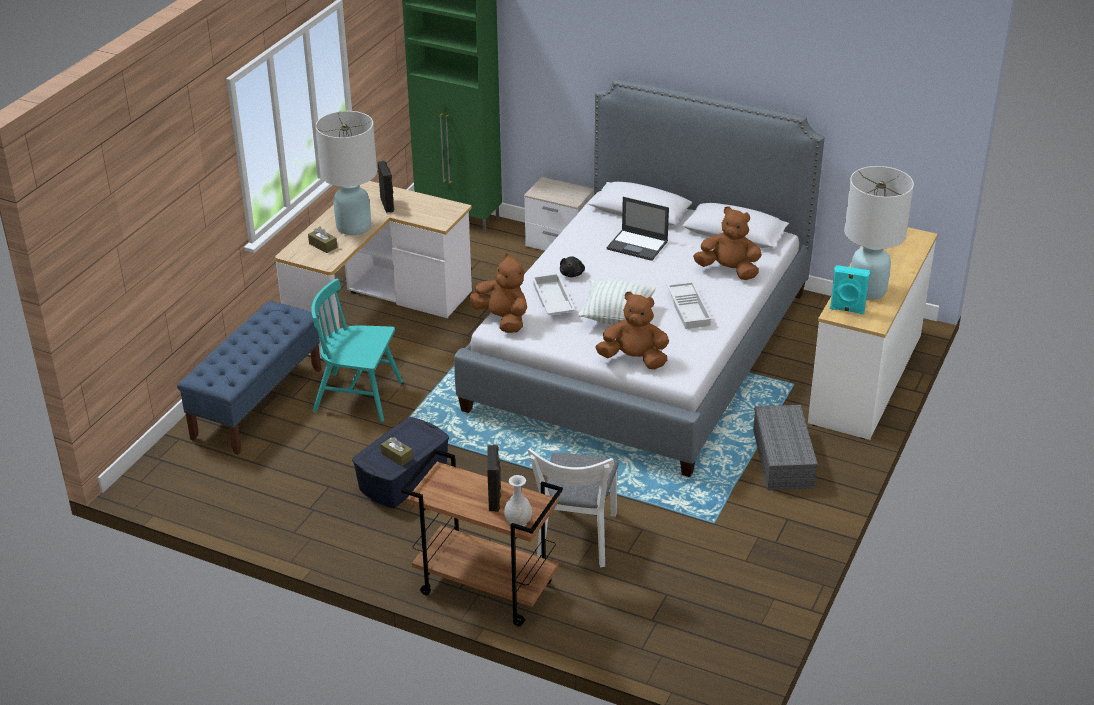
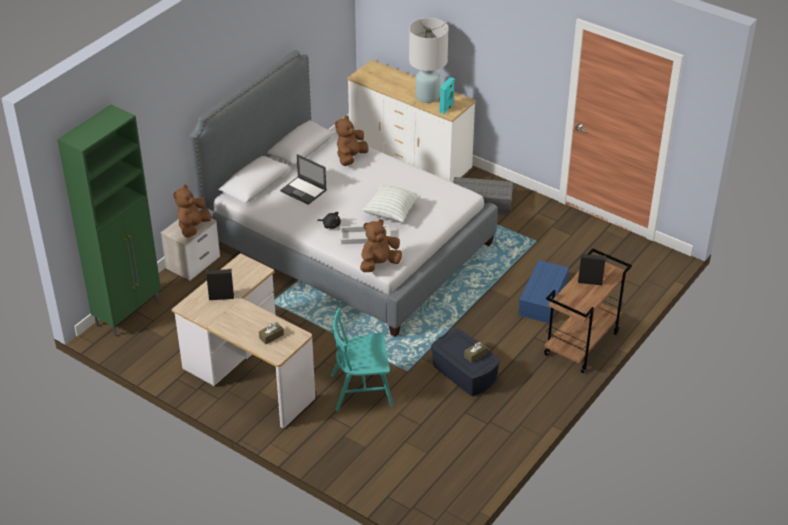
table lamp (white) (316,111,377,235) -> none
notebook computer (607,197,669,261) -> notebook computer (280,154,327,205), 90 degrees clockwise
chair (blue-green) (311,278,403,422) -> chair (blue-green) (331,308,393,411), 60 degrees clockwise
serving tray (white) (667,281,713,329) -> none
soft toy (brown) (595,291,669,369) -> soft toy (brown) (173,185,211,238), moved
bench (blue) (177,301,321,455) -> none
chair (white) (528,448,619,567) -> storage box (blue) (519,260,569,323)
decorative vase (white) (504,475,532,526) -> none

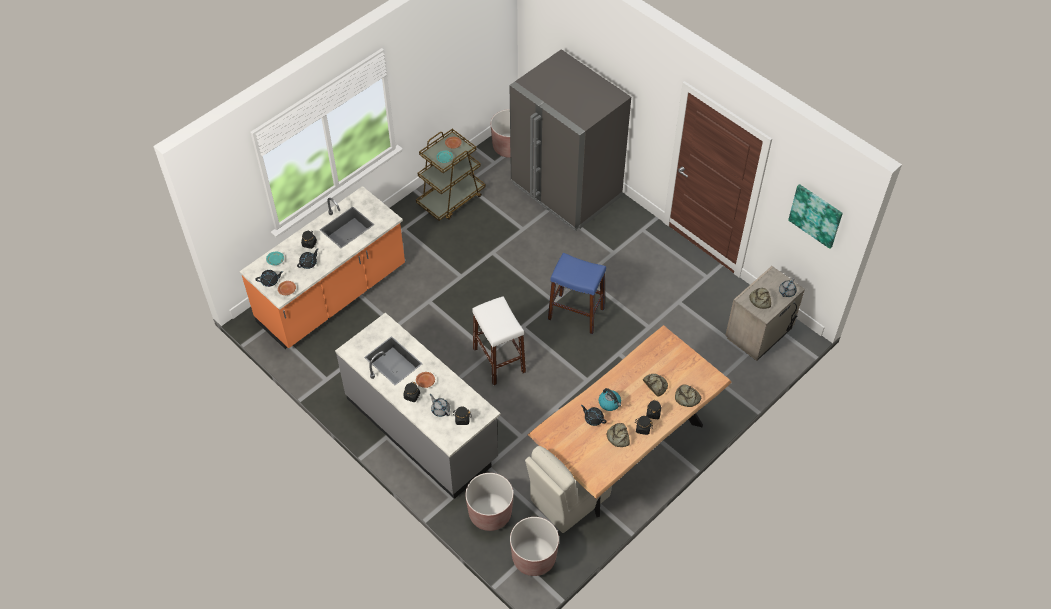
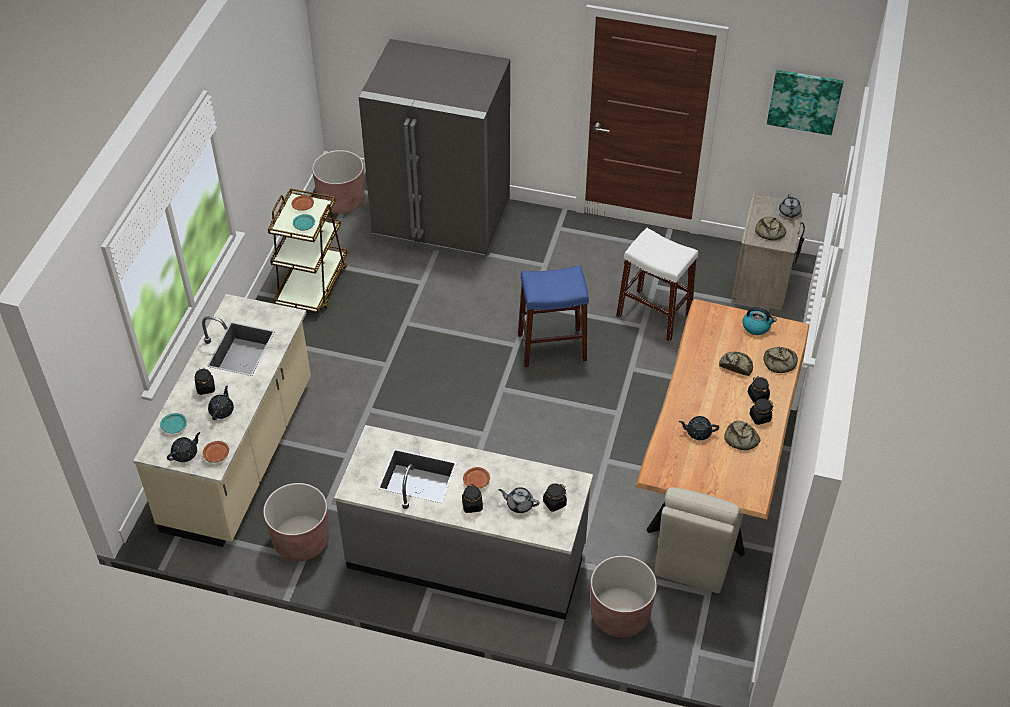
kitchen counter (orange) (239,186,405,349) -> kitchen counter (sand-coloured) (133,294,311,547)
stool seat (white) (472,296,526,386) -> stool seat (white) (616,228,698,342), moved
tea kettle (599,388,621,411) -> tea kettle (742,307,777,335), moved
planter (brown) (510,517,559,576) -> planter (brown) (263,483,329,561), moved

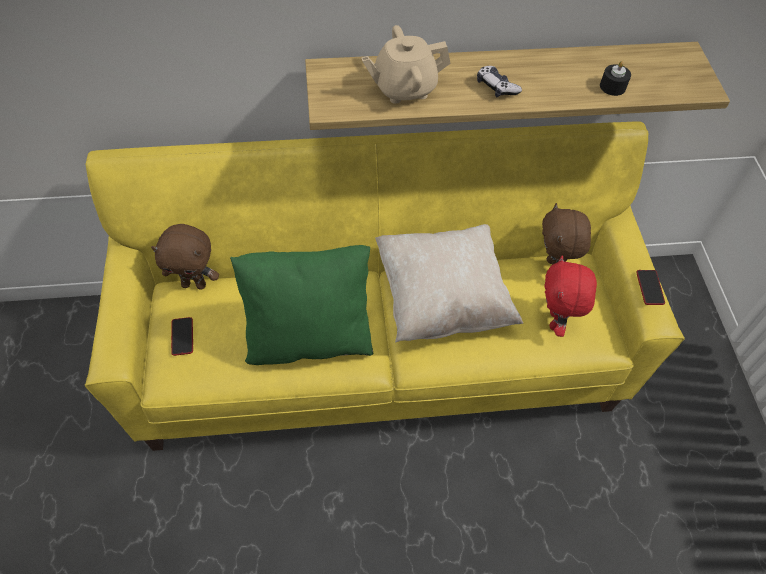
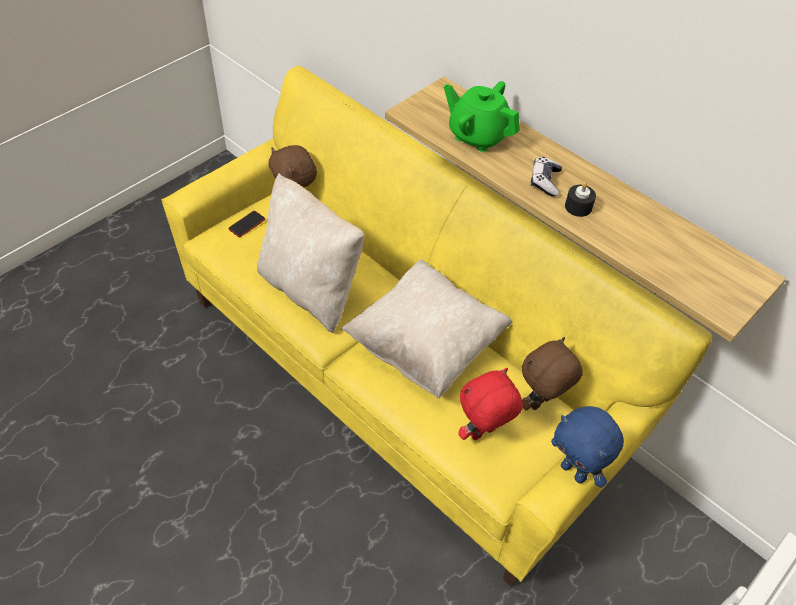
tea pot (sand-coloured) (361,25,451,104) -> tea pot (greenish) (444,81,520,152)
wax candle (black-coloured) (600,61,631,96) -> wax candle (black-coloured) (565,182,596,217), moved
throw pillow (greenish) (230,245,374,365) -> throw pillow (sand-coloured) (257,173,364,333)
handset (636,270,665,305) -> soft toy (blue) (551,406,624,487)

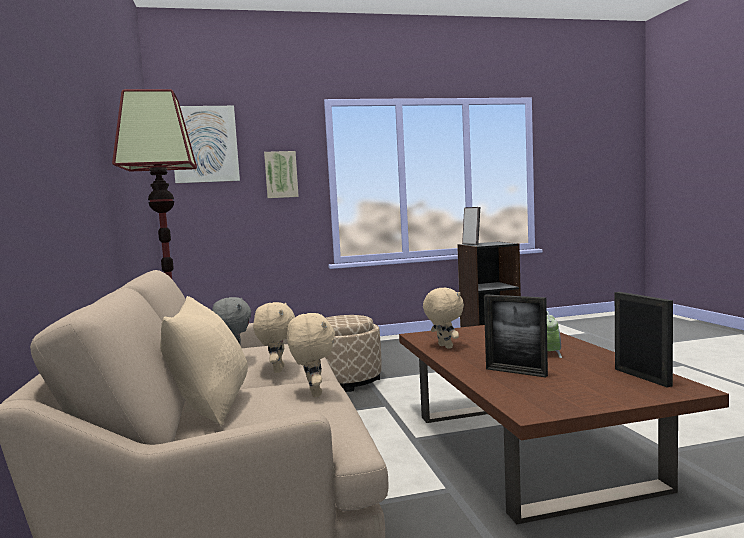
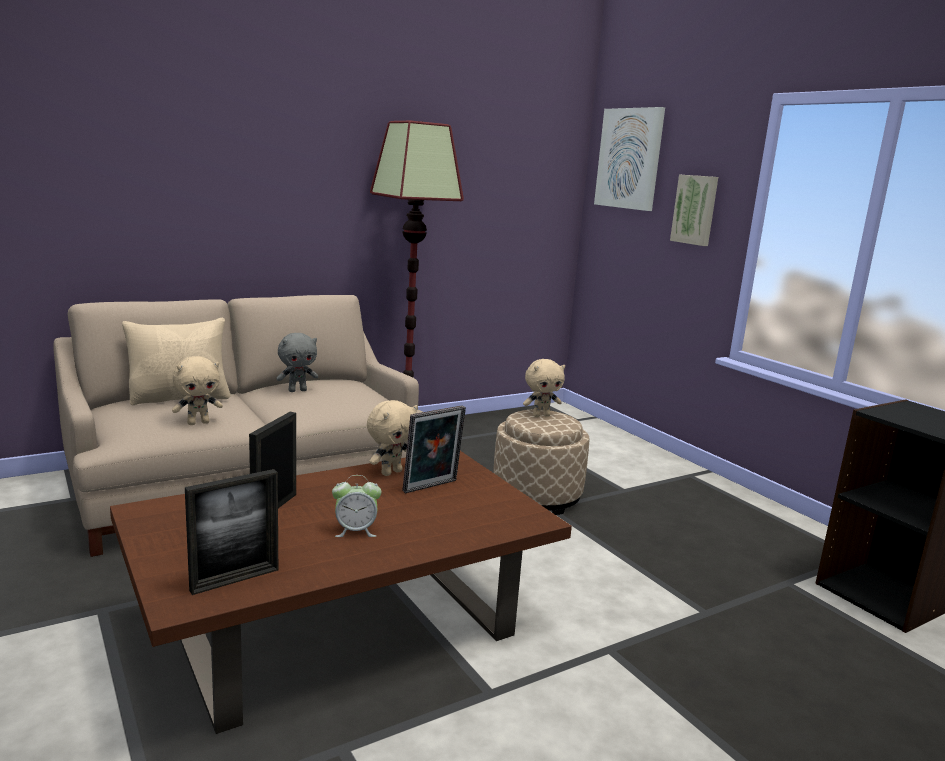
picture frame (462,207,480,245) -> picture frame (402,405,466,493), moved
soft toy (sand-coloured) (253,302,295,373) -> soft toy (sand-coloured) (523,359,565,417), moved

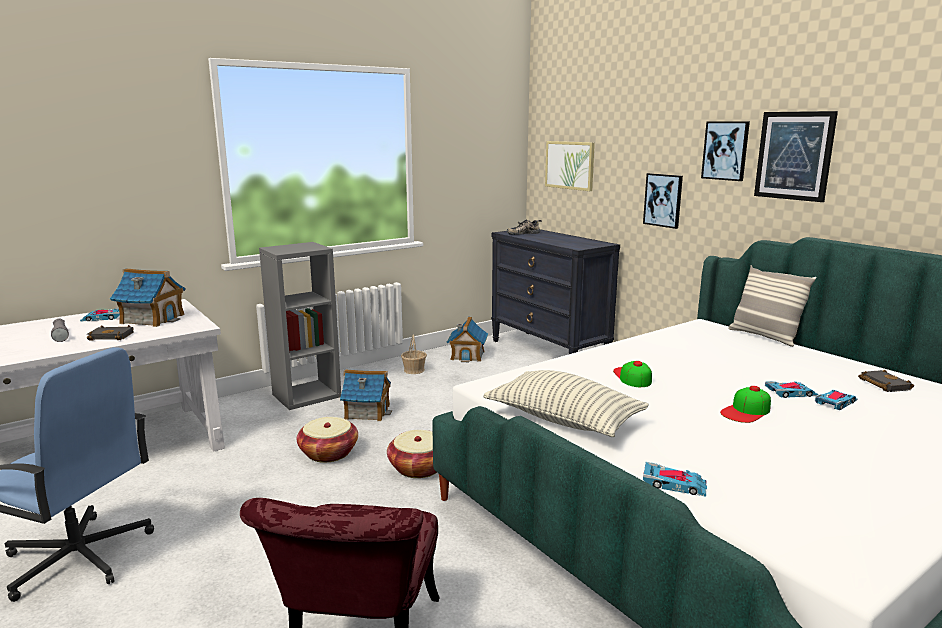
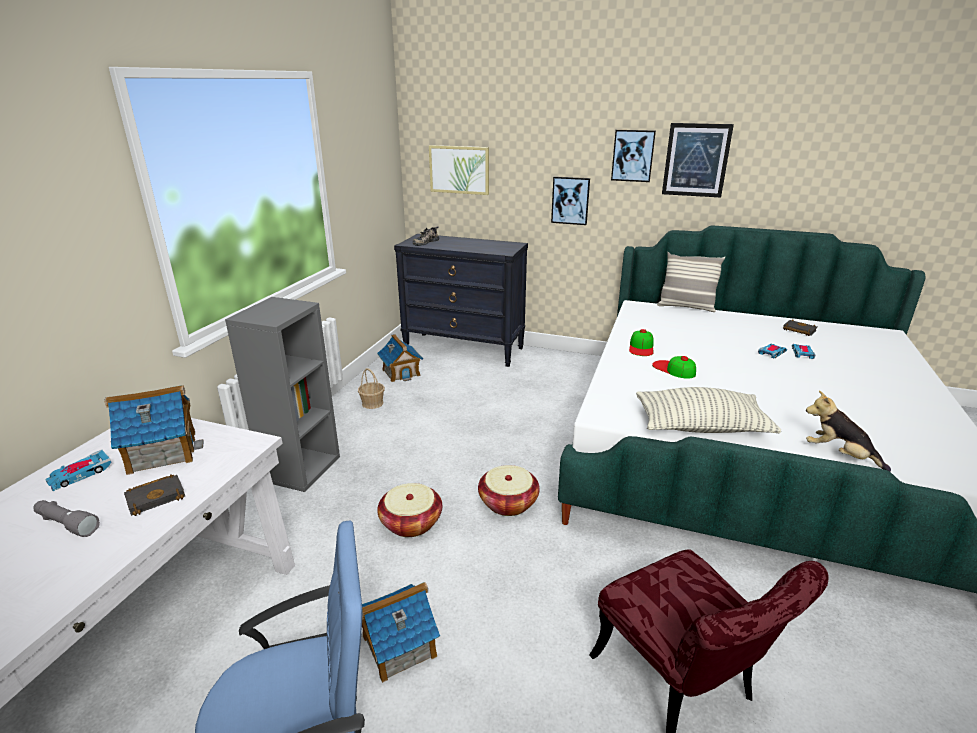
model house (340,369,392,421) -> model house (362,582,440,683), moved
baseball cap (720,386,771,423) -> baseball cap (629,329,654,356), moved
model car (643,462,707,496) -> soft toy (806,391,891,472)

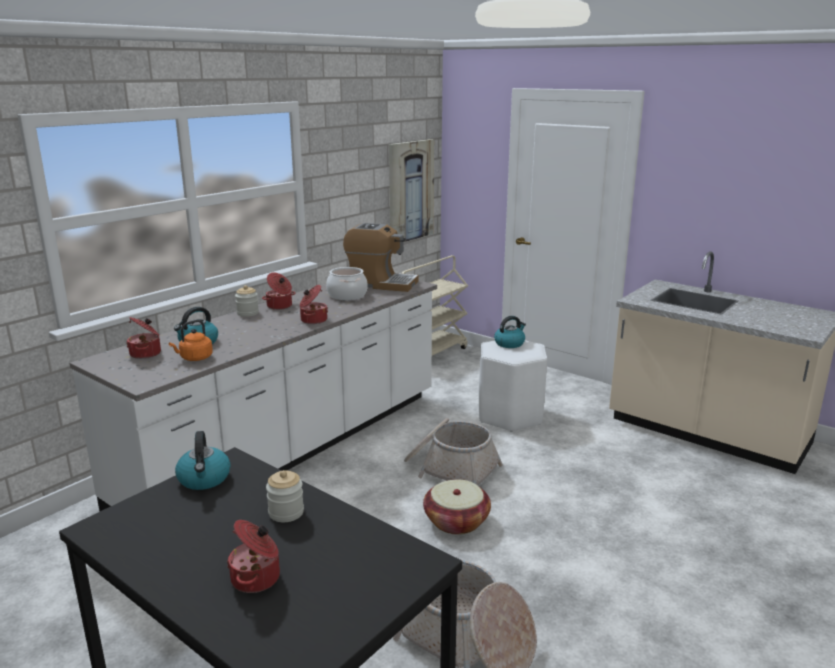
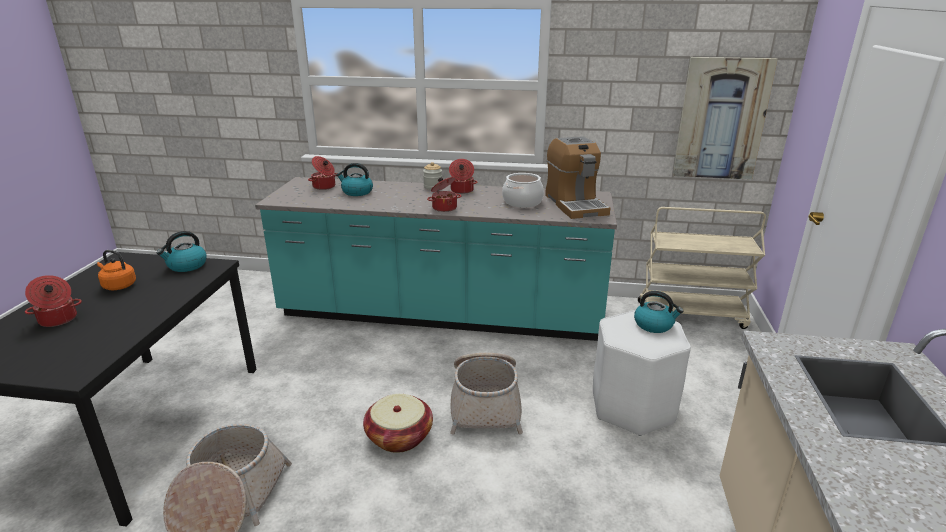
kitchen counter (white) (70,280,437,511) -> kitchen counter (blue-green) (255,177,617,341)
tea kettle (orange) (169,320,213,361) -> tea kettle (orange) (97,250,136,290), moved
jar (266,470,304,522) -> none

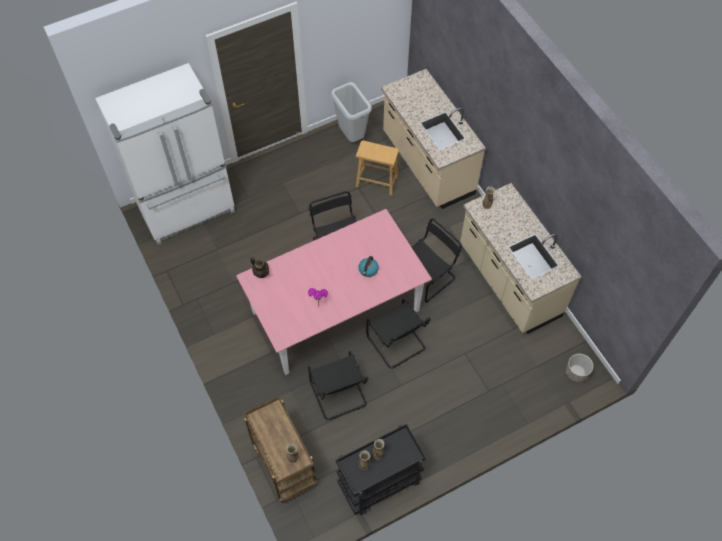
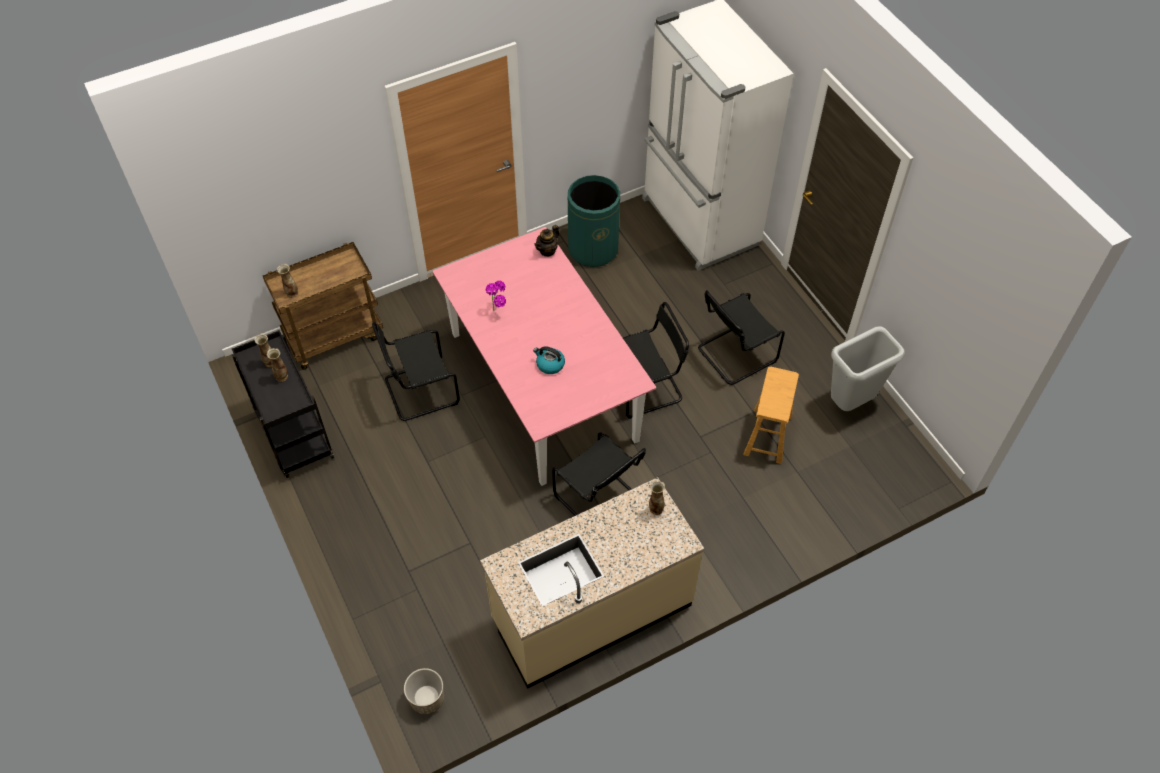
kitchen counter (sand-coloured) (381,69,486,209) -> none
chair (black-coloured) (366,299,431,369) -> chair (black-coloured) (698,290,785,385), moved
none -> waste bin (greenish) (568,175,620,267)

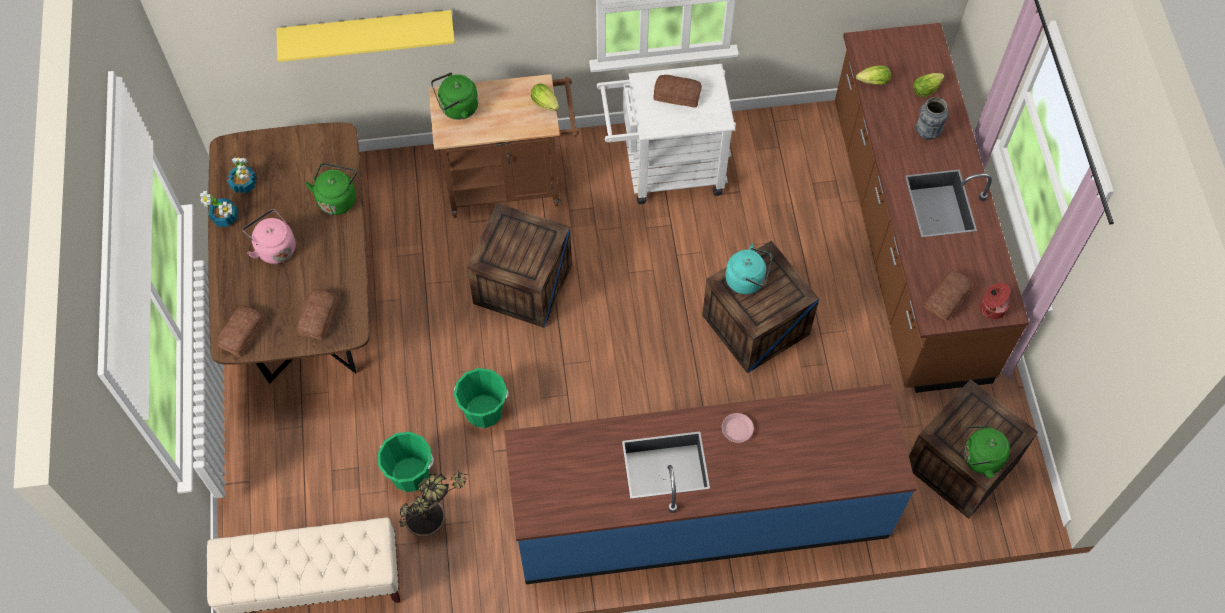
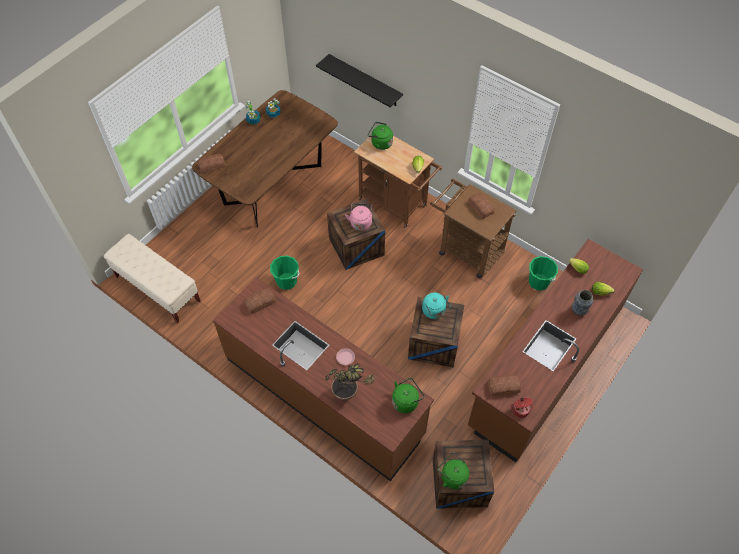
bracket shelf (yellow-coloured) (276,10,455,62) -> bracket shelf (black-coloured) (316,54,403,107)
trolley (white) (597,64,736,204) -> trolley (brown) (430,179,517,278)
tea kettle (greenish) (305,163,357,215) -> tea kettle (greenish) (392,378,425,413), moved
tea kettle (pink) (243,209,296,264) -> tea kettle (pink) (345,203,372,231), moved
bread (297,289,338,340) -> bread (244,288,276,314), moved
kitchen counter (blue) (504,384,917,584) -> kitchen counter (brown) (213,277,434,482)
bucket (greenish) (378,432,434,492) -> bucket (greenish) (529,256,558,291), moved
plant in a pot (399,469,470,537) -> plant in a pot (325,363,375,401), moved

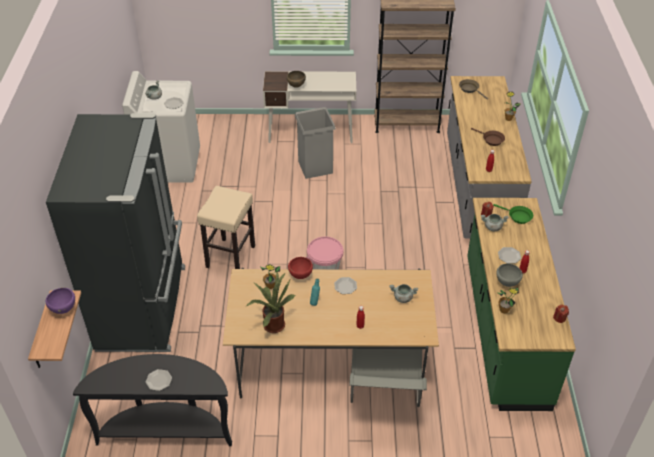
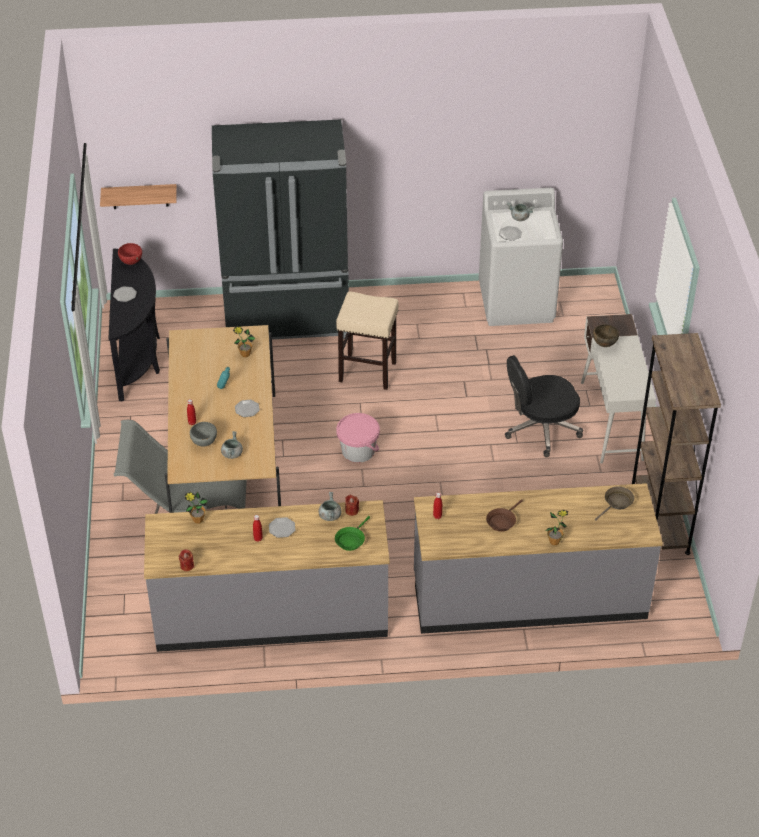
waste bin (greyish) (295,107,336,179) -> office chair (black-coloured) (505,355,583,457)
kitchen counter (greenish) (467,198,576,411) -> kitchen counter (greyish) (144,500,390,652)
deep dish (reddish) (288,257,313,279) -> deep dish (reddish) (118,243,142,265), moved
deep dish (greyish) (496,263,523,287) -> deep dish (greyish) (190,422,217,447), moved
plant in a pot (245,272,296,333) -> none
deep dish (purplish) (46,288,75,314) -> none

